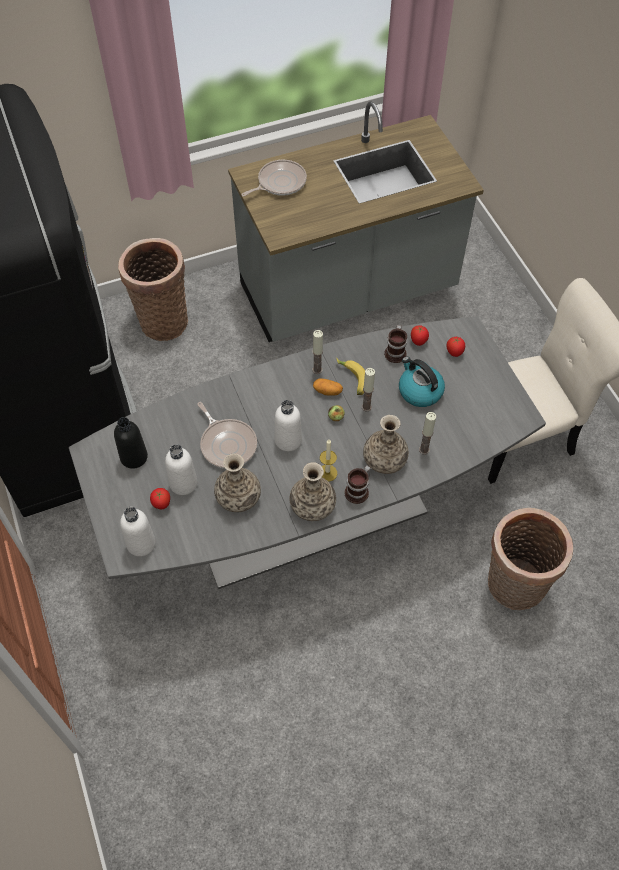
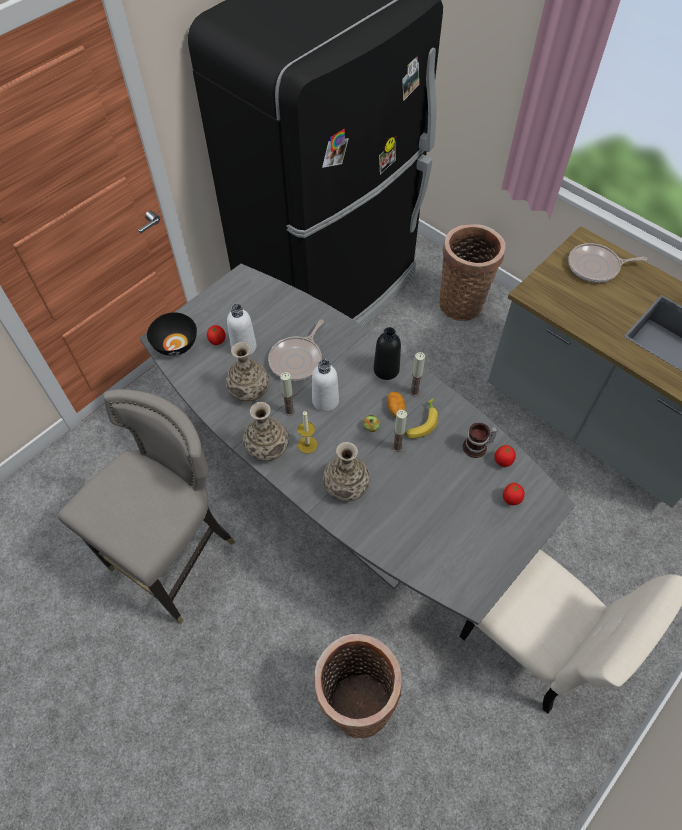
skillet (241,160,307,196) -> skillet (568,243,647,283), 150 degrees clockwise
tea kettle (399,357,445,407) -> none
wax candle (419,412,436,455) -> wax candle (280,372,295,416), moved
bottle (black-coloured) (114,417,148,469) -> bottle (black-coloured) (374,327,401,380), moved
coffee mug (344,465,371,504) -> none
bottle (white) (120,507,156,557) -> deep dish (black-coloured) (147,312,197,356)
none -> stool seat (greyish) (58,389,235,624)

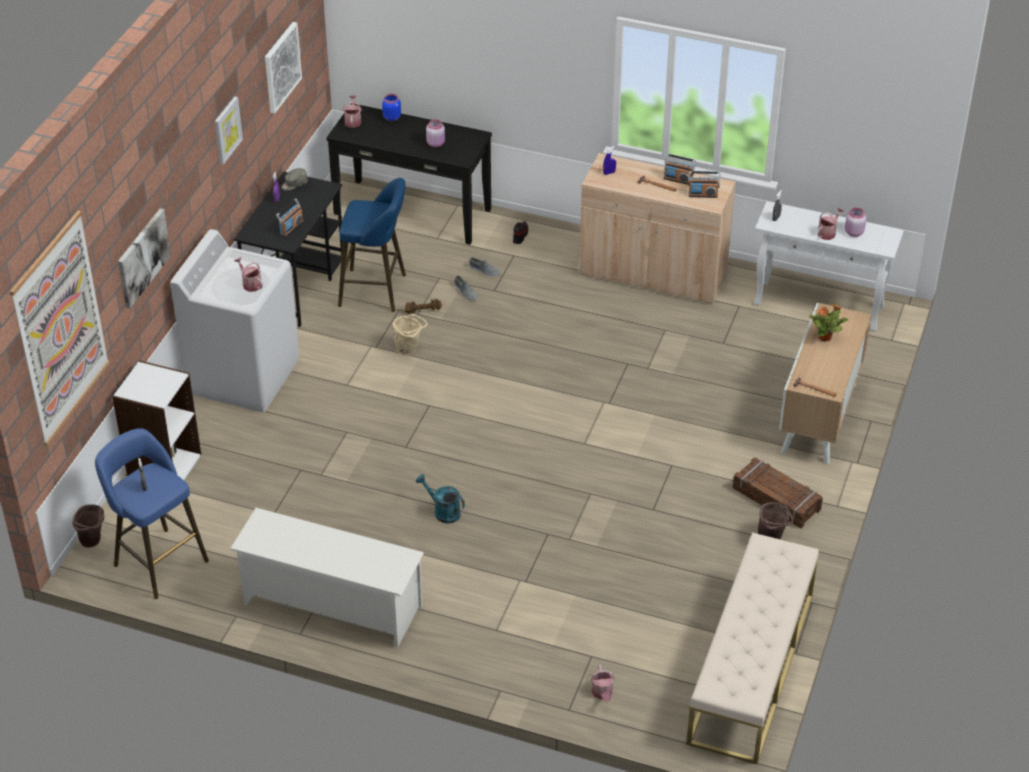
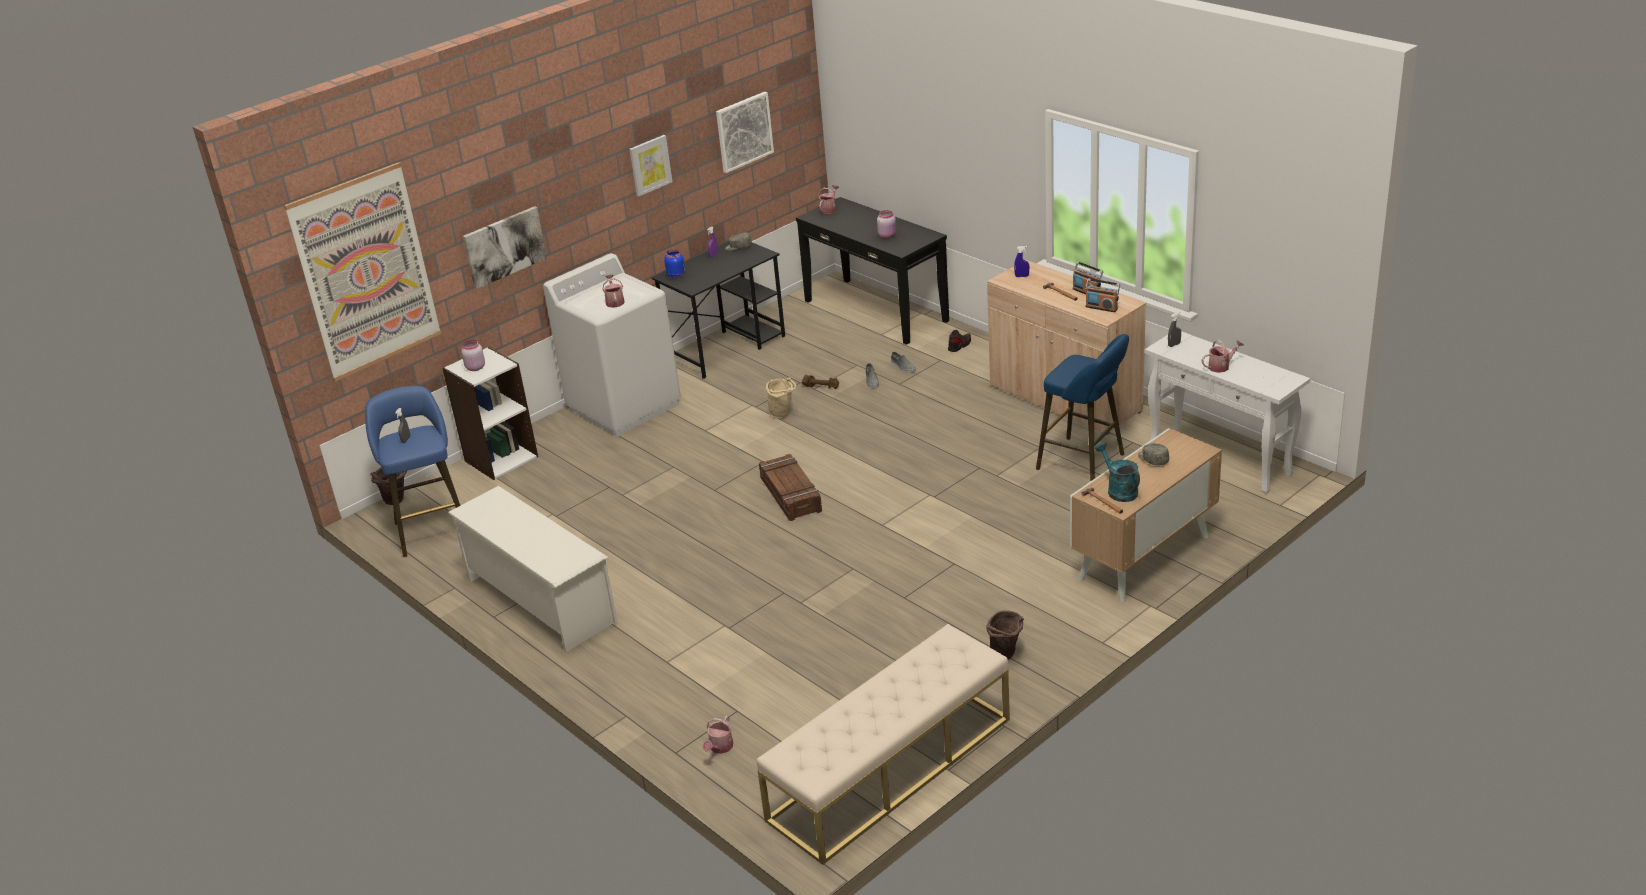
jar (blue) (382,94,401,121) -> jar (blue) (664,250,685,278), moved
stool seat (blue) (338,178,406,312) -> stool seat (blue) (1036,334,1129,482), moved
radio receiver (276,199,303,237) -> none
jar (pink) (845,208,866,237) -> jar (pink) (461,340,485,371), moved
plant in a pot (809,304,848,341) -> baseball cap (greyish) (1138,443,1169,466)
shipping crate (733,458,823,528) -> shipping crate (759,454,822,521), moved
watering can (blue-green) (416,474,465,524) -> watering can (blue-green) (1095,442,1140,502), moved

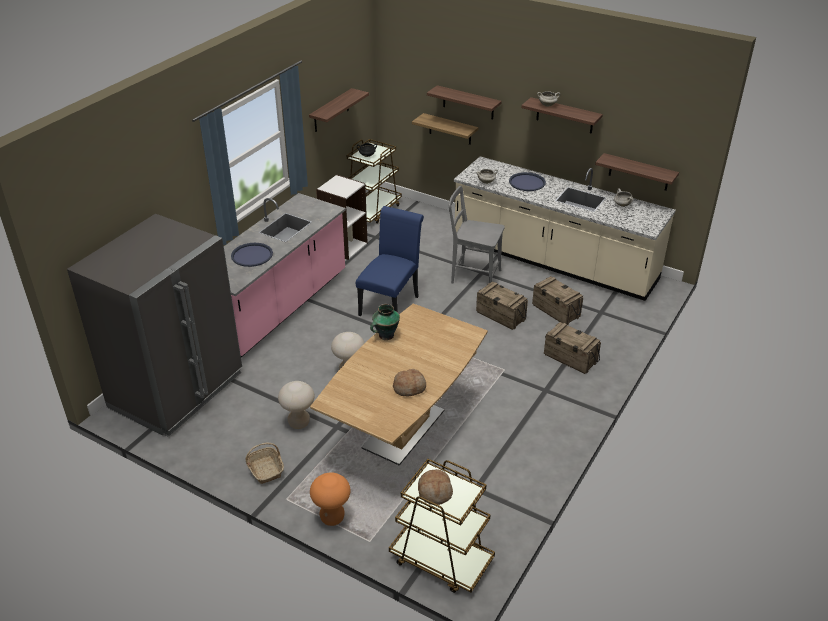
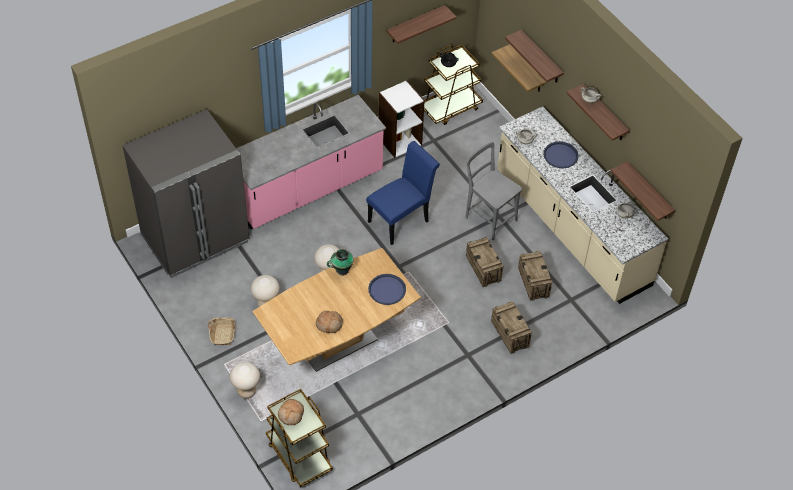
serving tray (blue) (231,243,273,267) -> serving tray (blue) (368,274,406,305), moved
stool seat (orange) (310,472,351,526) -> stool seat (sand-coloured) (230,362,260,399)

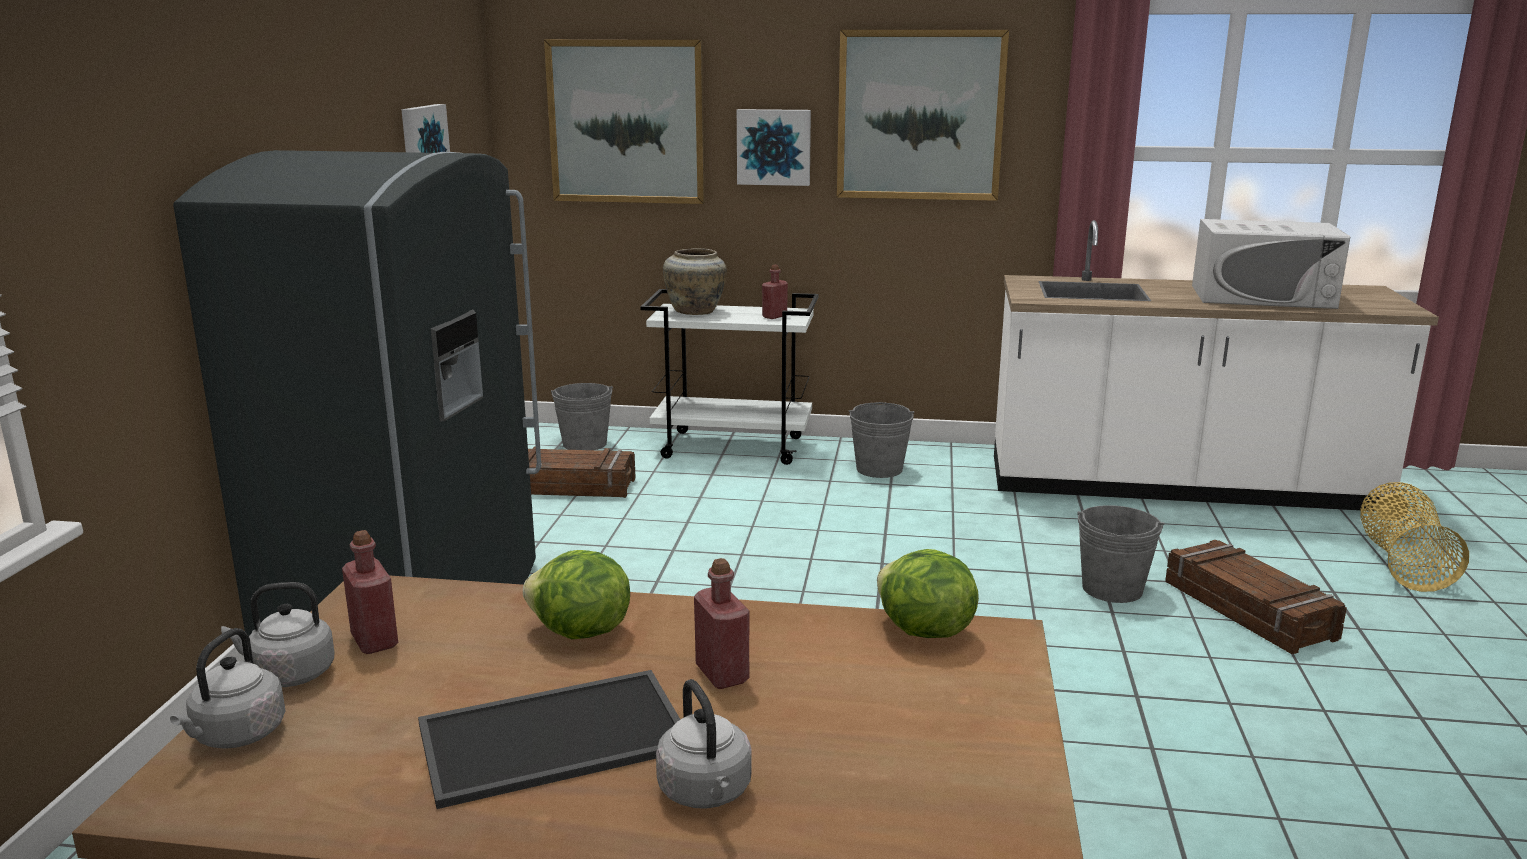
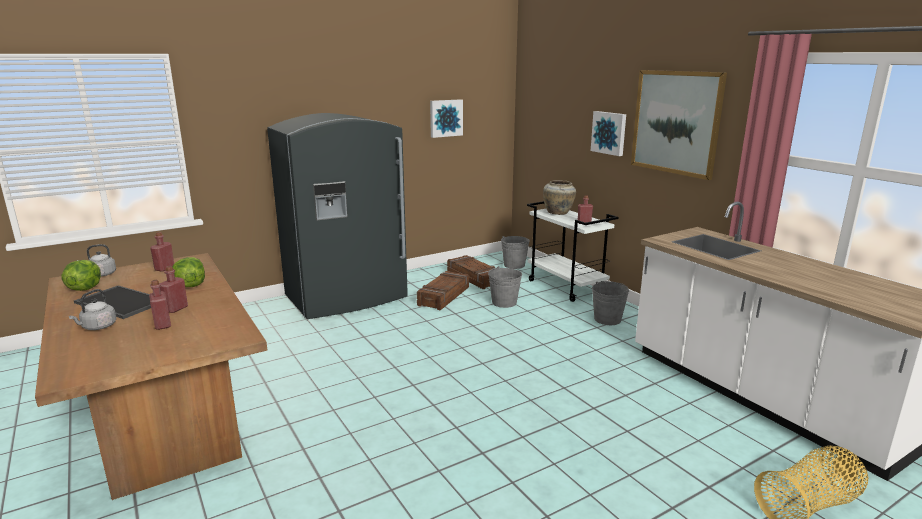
picture (544,40,705,204) -> none
microwave oven (white) (1192,219,1351,309) -> none
bucket (greyish) (1077,505,1165,603) -> bucket (greyish) (488,266,522,308), moved
shipping crate (1165,540,1347,654) -> shipping crate (417,271,469,310), moved
head of lettuce (877,549,979,638) -> head of lettuce (62,260,101,291), moved
tea kettle (greyish) (221,582,335,687) -> none
none -> bottle (reddish) (149,280,171,330)

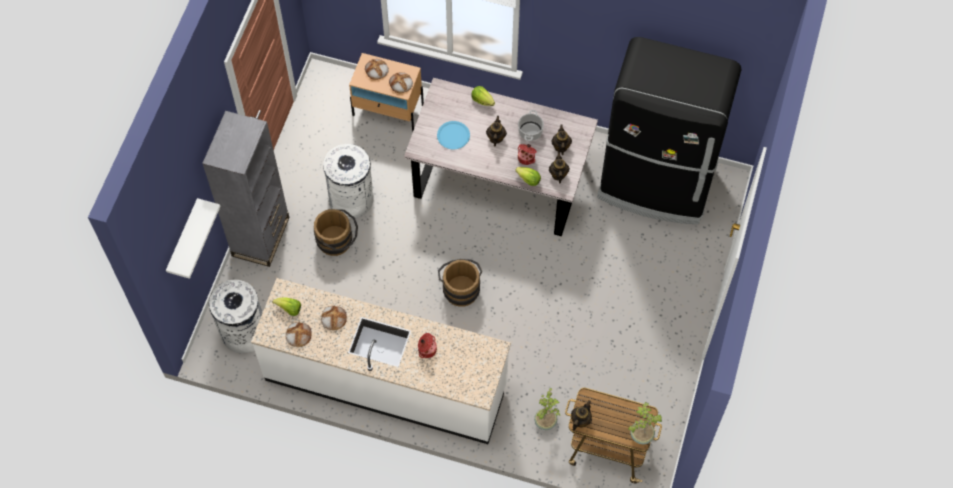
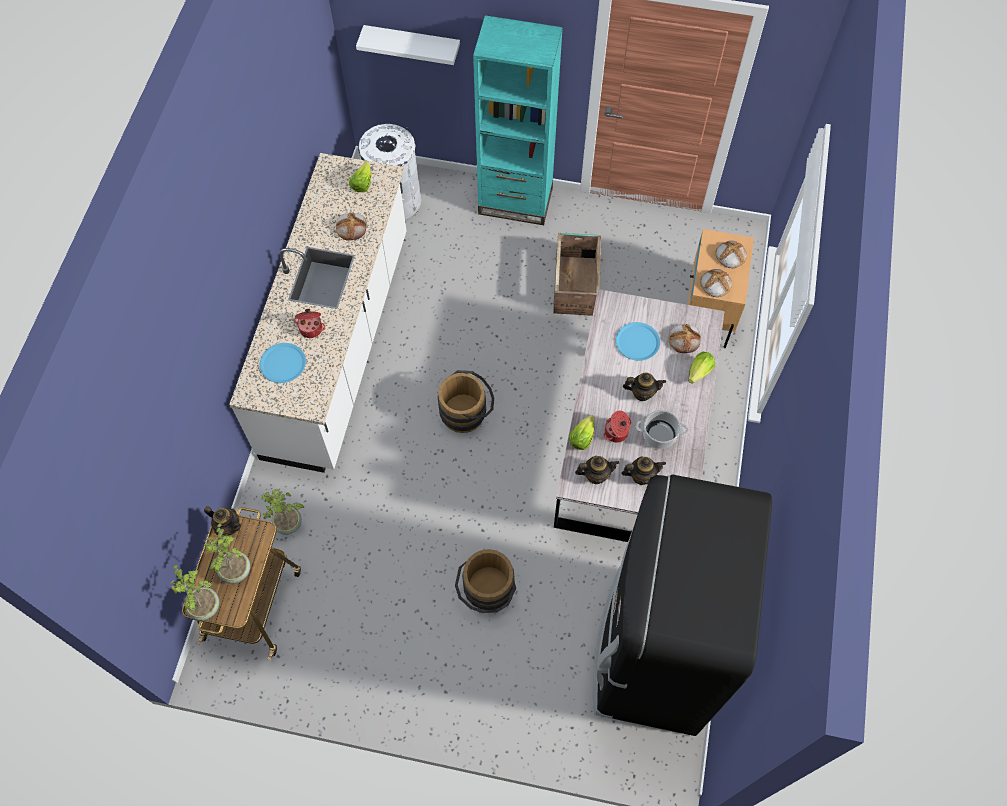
shelving unit (greyish) (202,111,289,267) -> shelving unit (blue-green) (473,15,563,225)
waste bin (white) (323,144,374,218) -> shipping crate (553,233,601,316)
bucket (brown) (314,209,358,256) -> bucket (brown) (455,549,516,613), moved
bread (286,322,312,347) -> bread (669,324,701,353), moved
none -> dinner plate (blue) (260,343,306,383)
none -> plant in a pot (205,523,250,583)

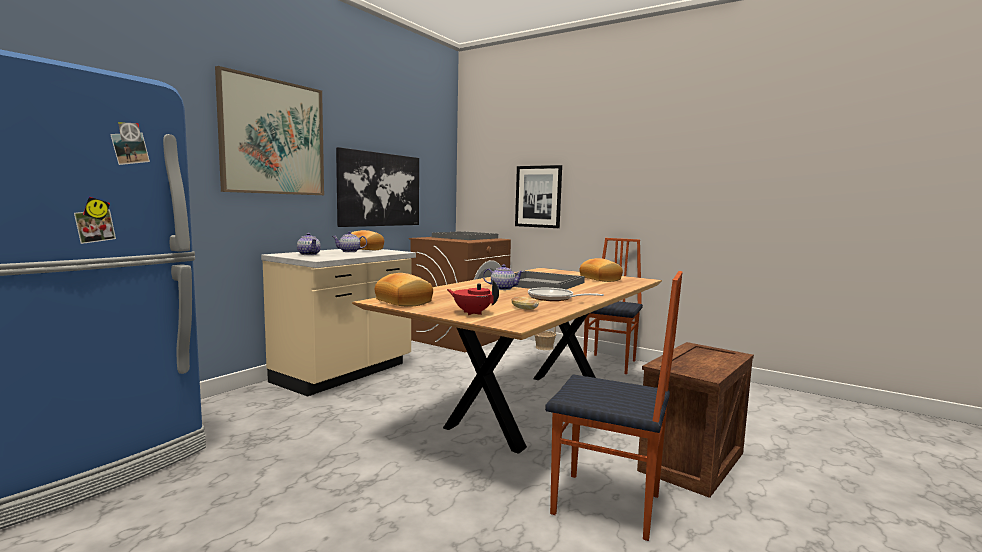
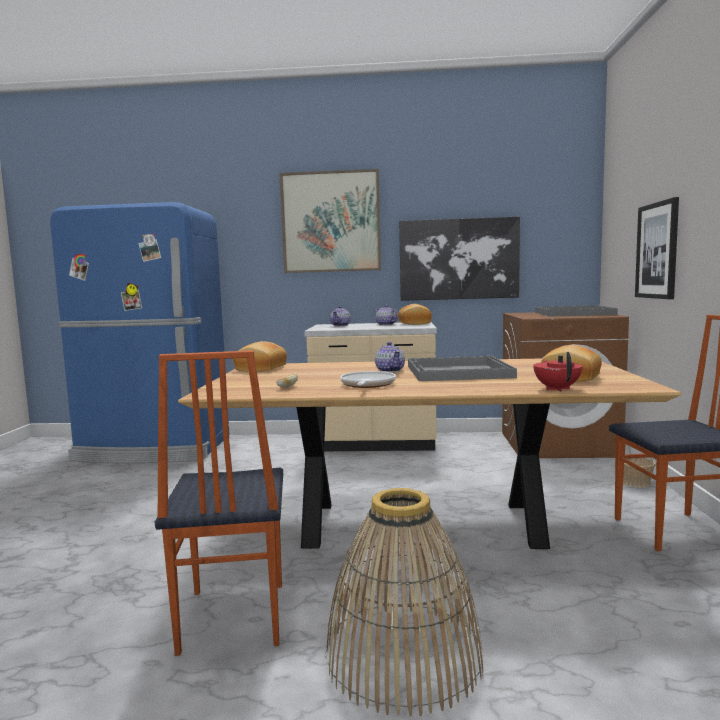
tea pot (reddish) (447,280,499,315) -> tea pot (reddish) (533,352,583,392), moved
shipping crate (637,342,754,498) -> storage basket (325,488,483,716)

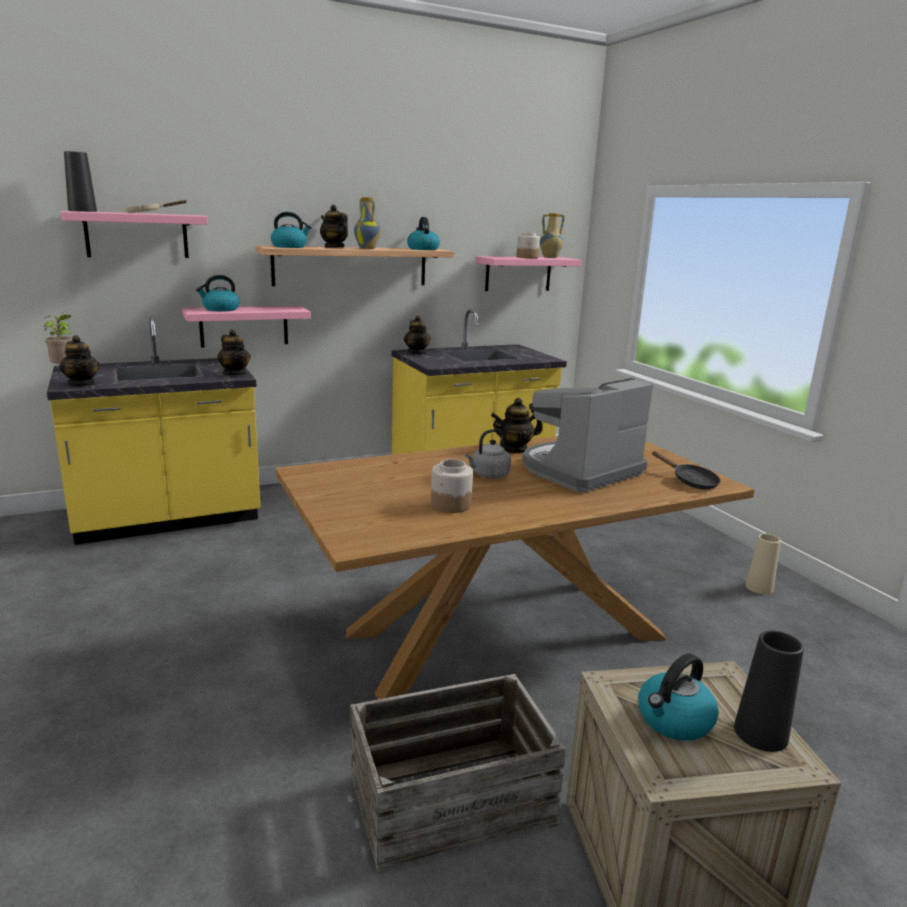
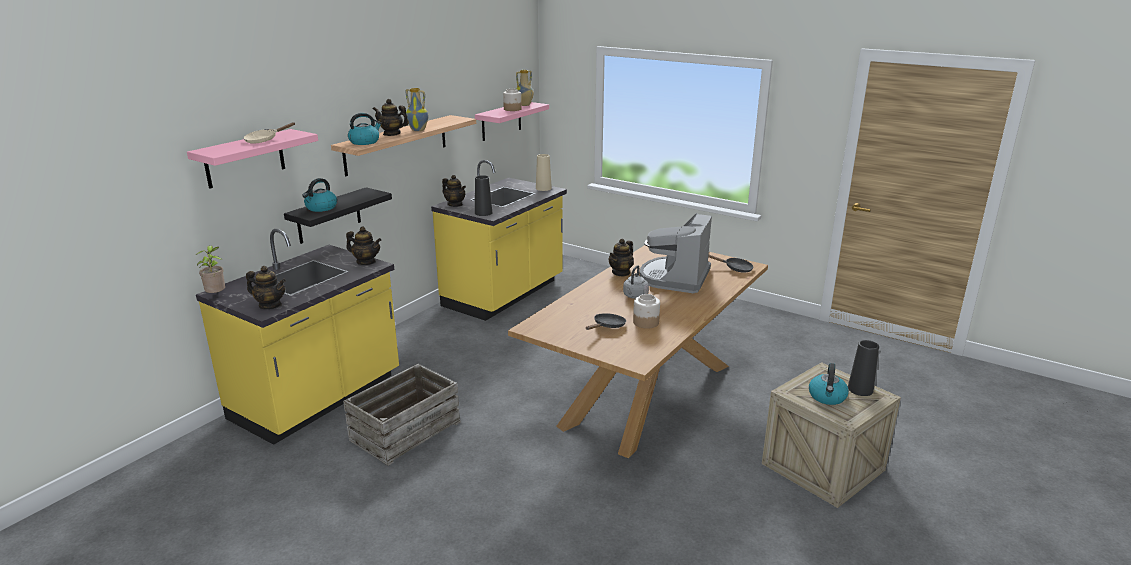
decorative vase (black-coloured) (64,151,97,212) -> decorative vase (black-coloured) (475,175,492,216), moved
tea kettle (407,217,440,250) -> none
bracket shelf (pink) (182,306,311,348) -> bracket shelf (black-coloured) (284,187,392,244)
decorative vase (sand-coloured) (745,534,781,595) -> decorative vase (sand-coloured) (536,154,552,191), moved
shipping crate (350,674,566,874) -> shipping crate (343,364,461,466), moved
none -> skillet (black-coloured) (586,313,626,330)

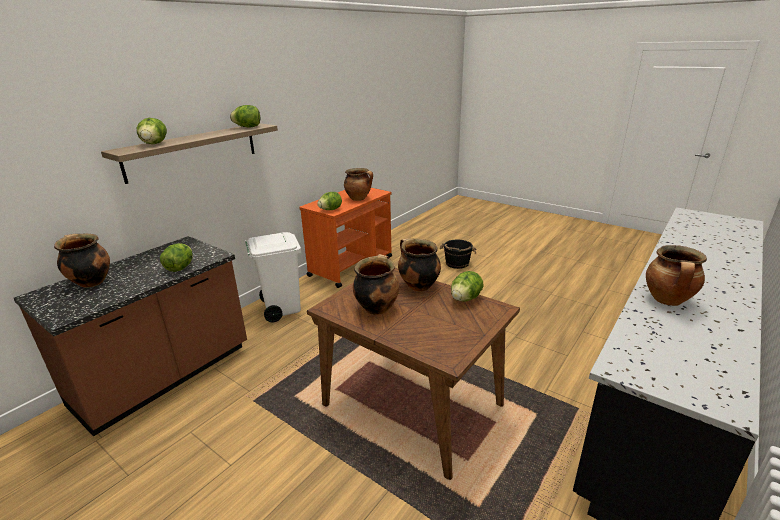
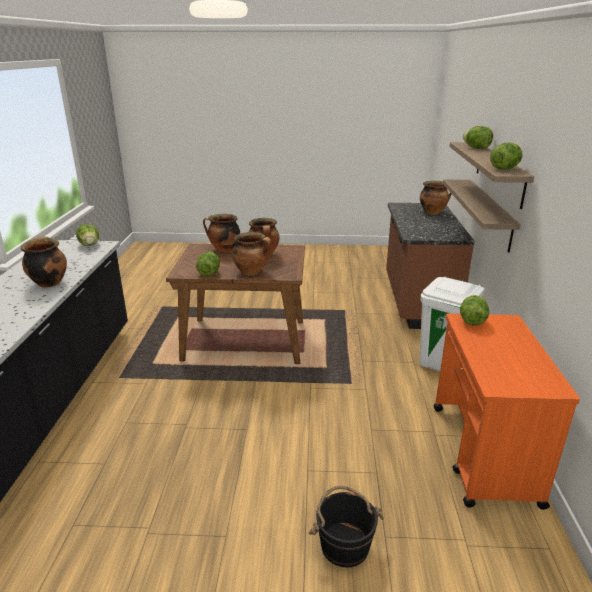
stockpot (344,168,373,201) -> stockpot (203,214,240,252), moved
head of lettuce (160,243,193,272) -> head of lettuce (76,224,99,246), moved
none -> bracket shelf (443,179,520,253)

